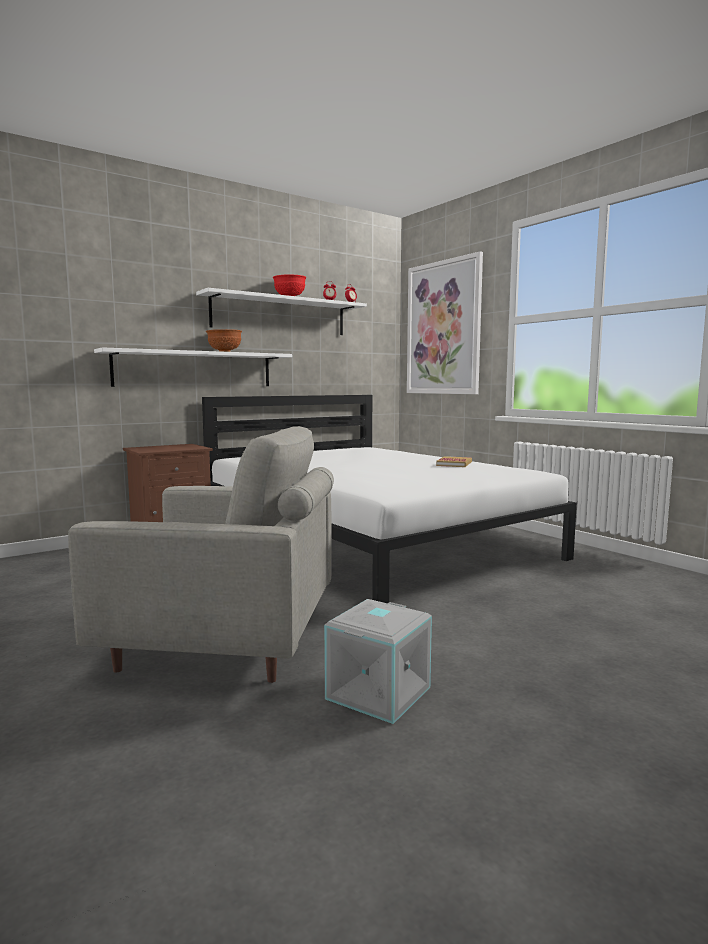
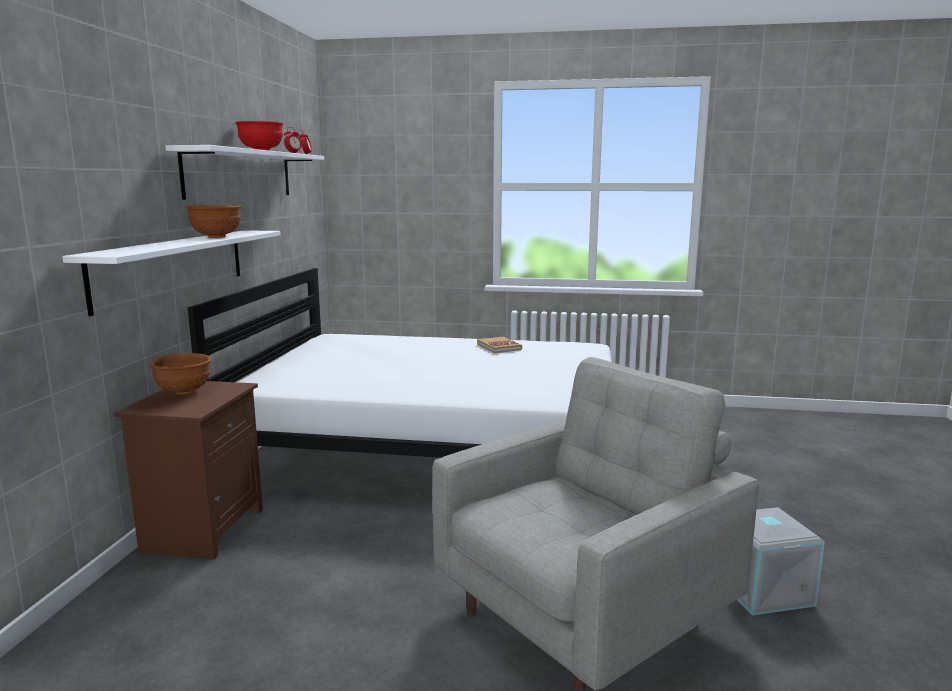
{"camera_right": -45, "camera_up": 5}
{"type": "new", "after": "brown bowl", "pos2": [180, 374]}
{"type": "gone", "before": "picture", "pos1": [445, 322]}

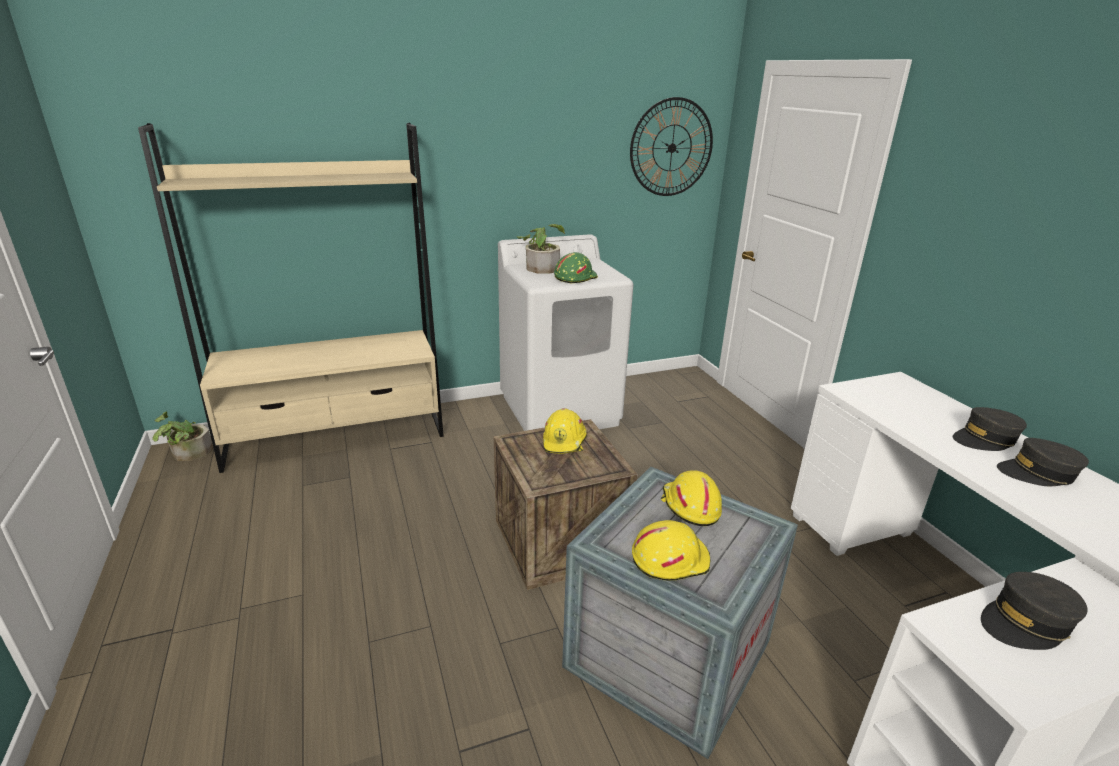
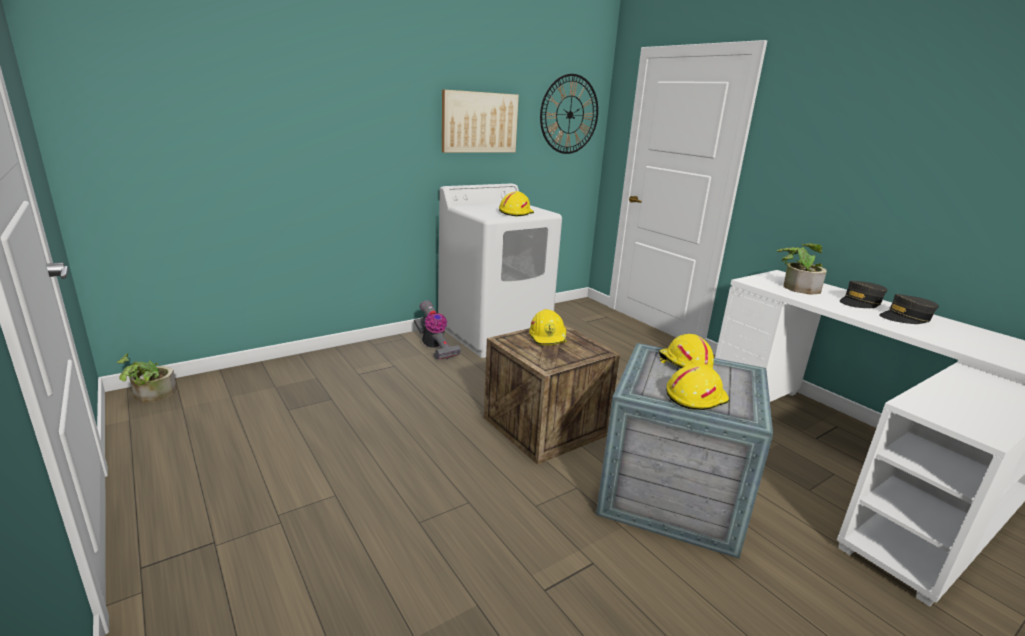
{"camera_right": -15, "camera_up": -5}
{"type": "new", "after": "vacuum cleaner", "pos2": [437, 330]}
{"type": "new", "after": "picture", "pos2": [480, 121]}
{"type": "repainted", "before": "green hard hat", "after": "yellow hard hat", "pos1": [576, 268], "pos2": [516, 204]}
{"type": "shifted", "before": "potted plant", "pos1": [541, 248], "pos2": [802, 269]}
{"type": "gone", "before": "beige bookcase", "pos1": [291, 298]}
{"type": "gone", "before": "grey cap", "pos1": [1034, 611]}

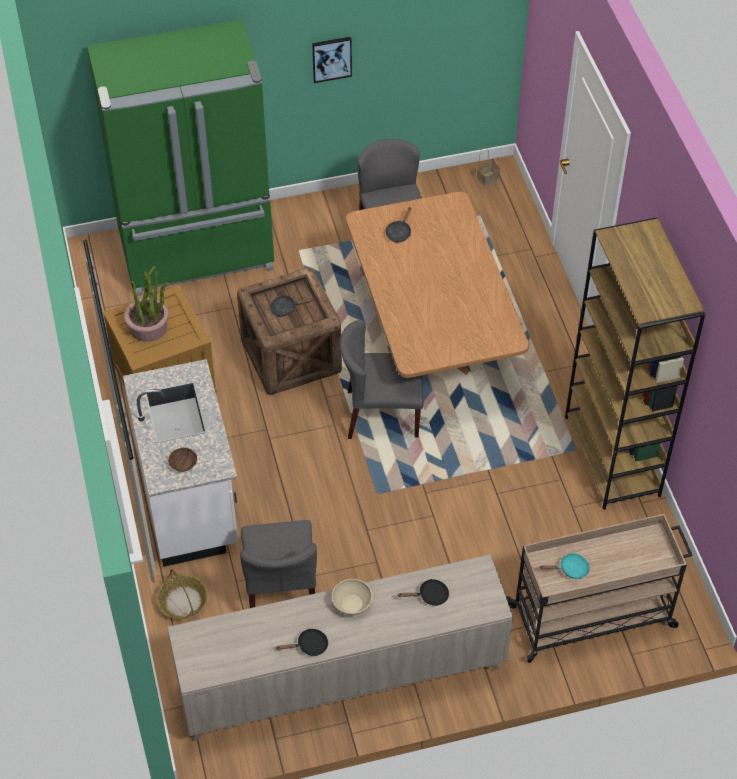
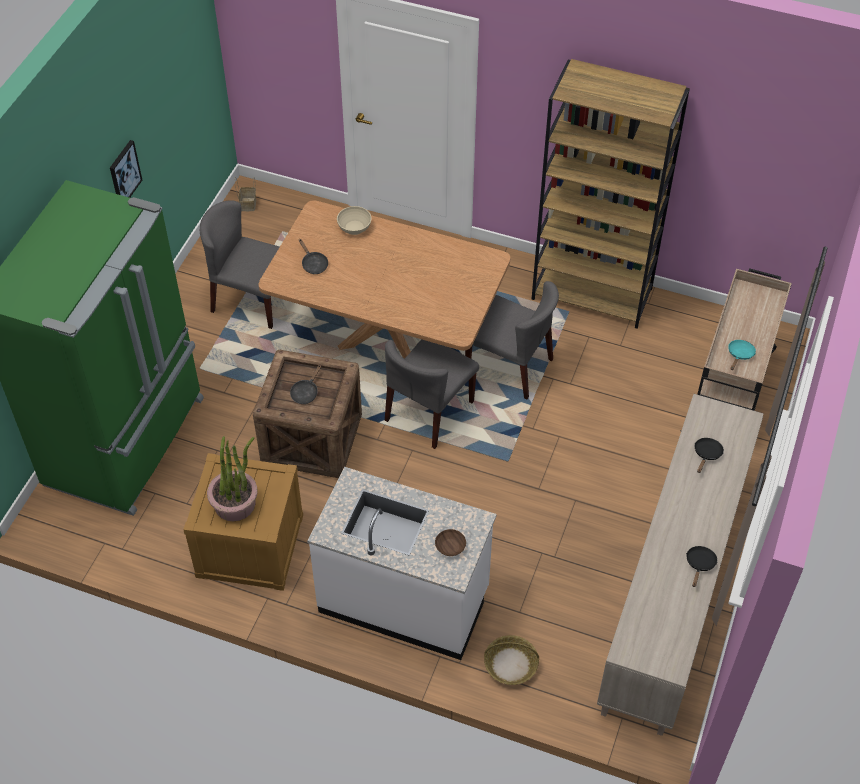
{"camera_right": -55, "camera_up": 0}
{"type": "shifted", "before": "beige bowl", "pos1": [352, 597], "pos2": [354, 220]}
{"type": "shifted", "before": "grey chair", "pos1": [278, 564], "pos2": [512, 340]}

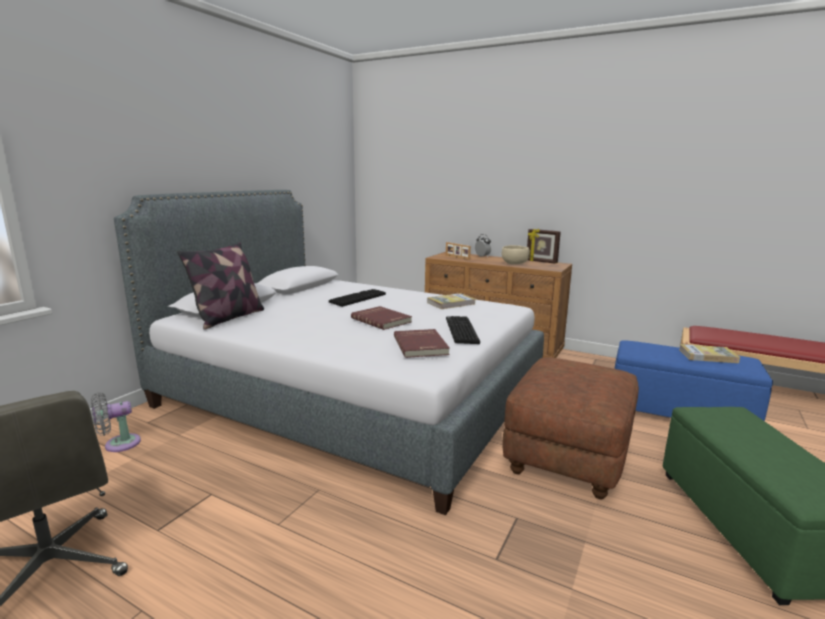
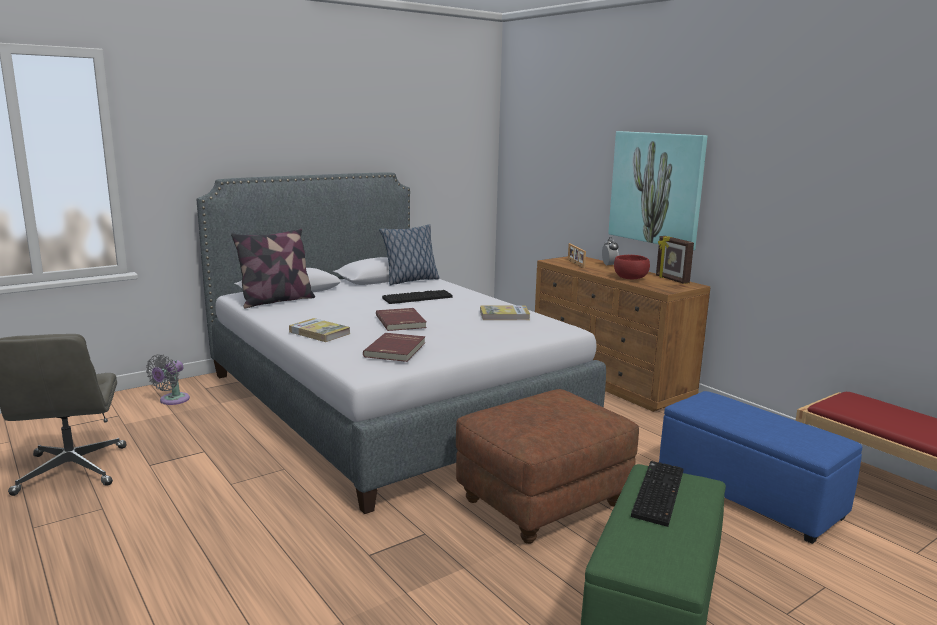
{"camera_right": 25, "camera_up": 0}
{"type": "rotated", "before": "grey fan", "pos1": [116, 422], "pos2": [168, 379], "turn": -60}
{"type": "shifted", "before": "book", "pos1": [710, 353], "pos2": [319, 330]}
{"type": "new", "after": "pillow", "pos2": [409, 255]}
{"type": "new", "after": "picture", "pos2": [657, 190]}
{"type": "repainted", "before": "beige bowl", "after": "red bowl", "pos1": [516, 254], "pos2": [632, 267]}
{"type": "shifted", "before": "keyboard", "pos1": [463, 330], "pos2": [657, 494]}

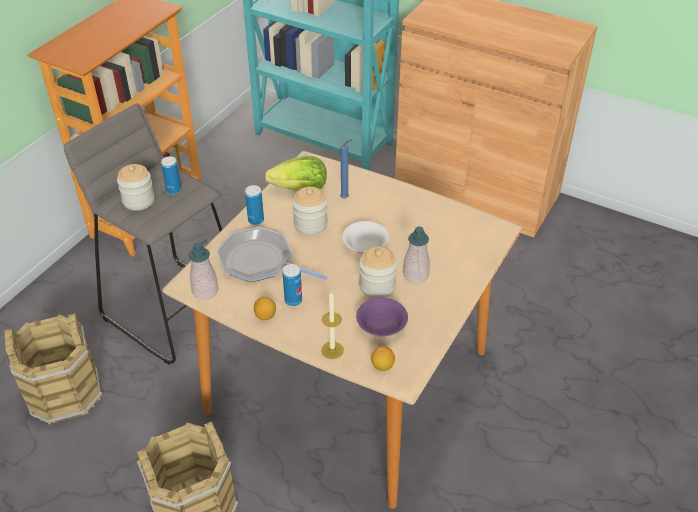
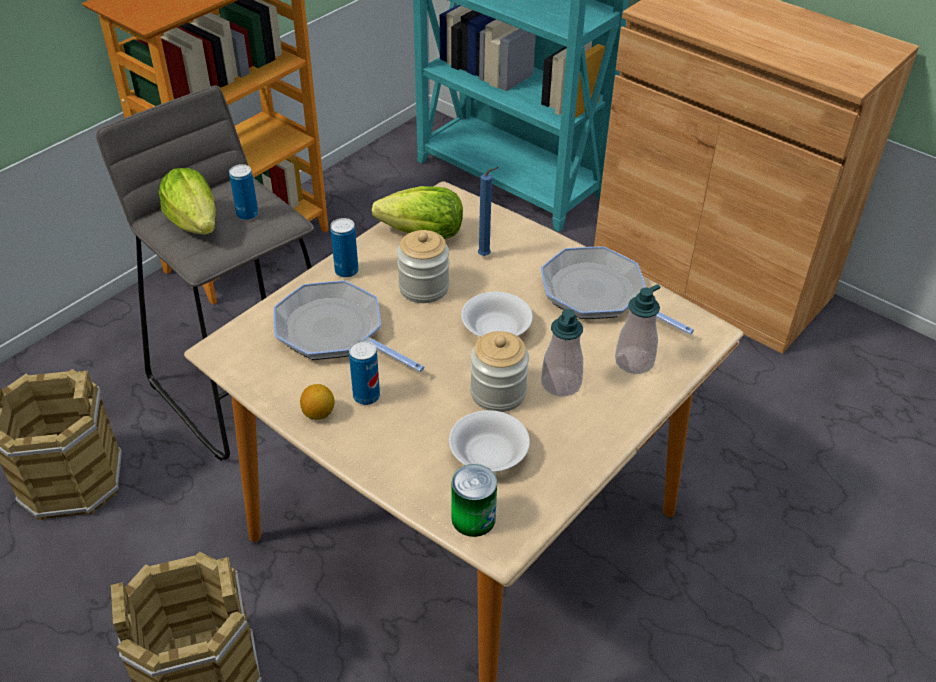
{"camera_right": 10, "camera_up": 0}
{"type": "swapped", "before": "jar", "after": "lettuce", "pos1": [136, 187], "pos2": [187, 201]}
{"type": "repainted", "before": "purple bowl", "after": "white bowl", "pos1": [382, 317], "pos2": [489, 441]}
{"type": "swapped", "before": "lemon", "after": "can", "pos1": [383, 358], "pos2": [474, 500]}
{"type": "new", "after": "frying pan", "pos2": [617, 290]}
{"type": "shifted", "before": "soap dispenser", "pos1": [204, 269], "pos2": [637, 329]}
{"type": "gone", "before": "candle", "pos1": [332, 325]}

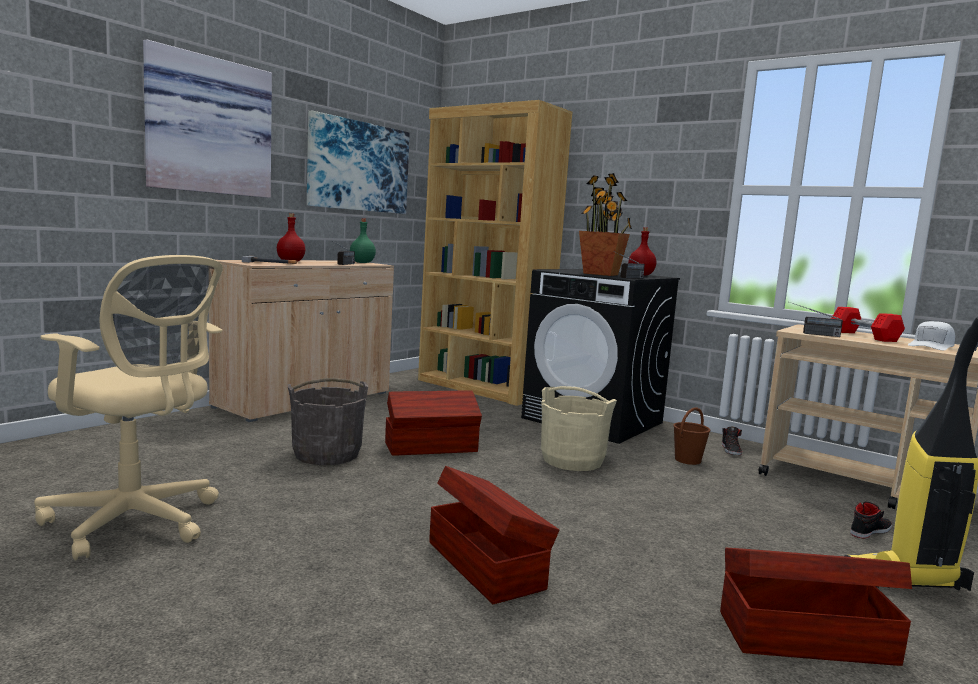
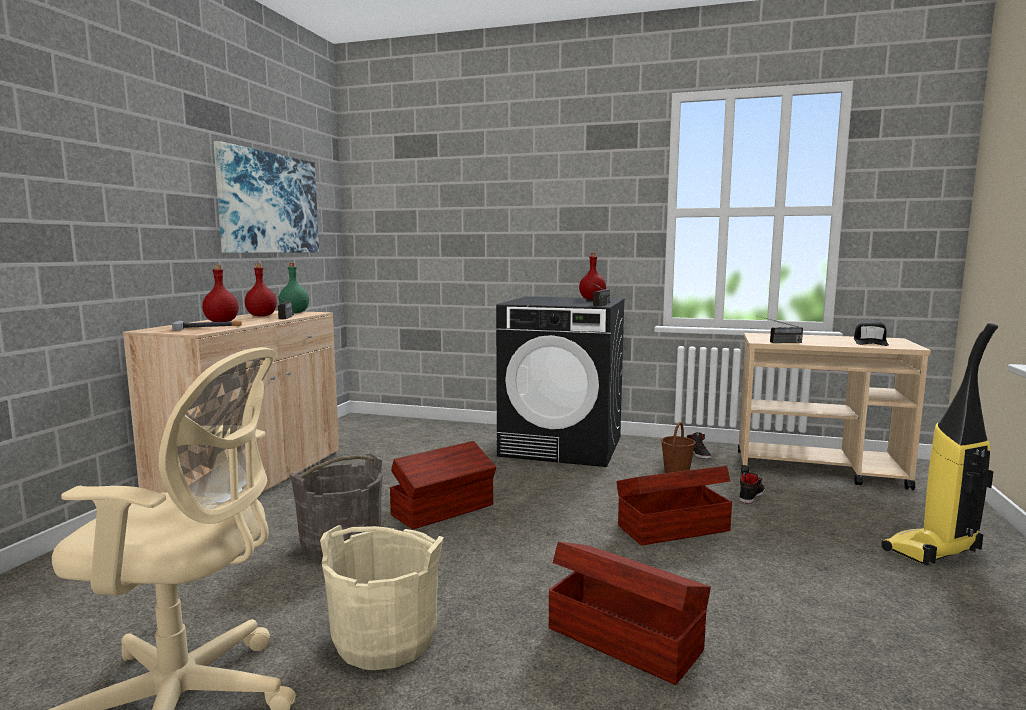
{"camera_right": -20, "camera_up": 0}
{"type": "new", "after": "red bottle", "pos2": [261, 290]}
{"type": "shifted", "before": "beige bucket", "pos1": [579, 428], "pos2": [382, 597]}
{"type": "shifted", "before": "brown storage box", "pos1": [816, 607], "pos2": [674, 505]}
{"type": "shifted", "before": "black shoe", "pos1": [871, 520], "pos2": [752, 488]}
{"type": "repainted", "before": "white cap", "after": "black cap", "pos1": [931, 335], "pos2": [871, 333]}
{"type": "gone", "before": "picture", "pos1": [207, 118]}
{"type": "gone", "before": "brown bookcase", "pos1": [495, 253]}
{"type": "gone", "before": "potted plant", "pos1": [605, 224]}
{"type": "gone", "before": "red dumbbell", "pos1": [868, 324]}

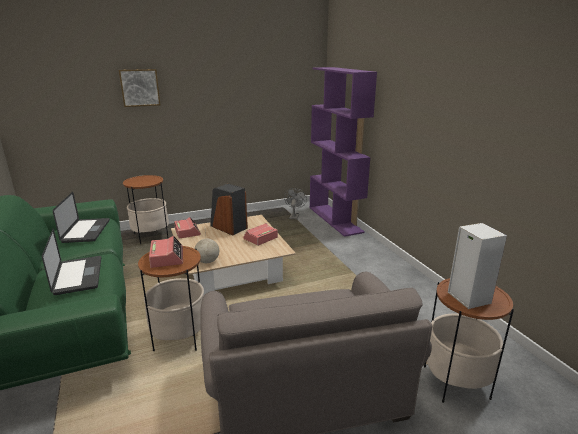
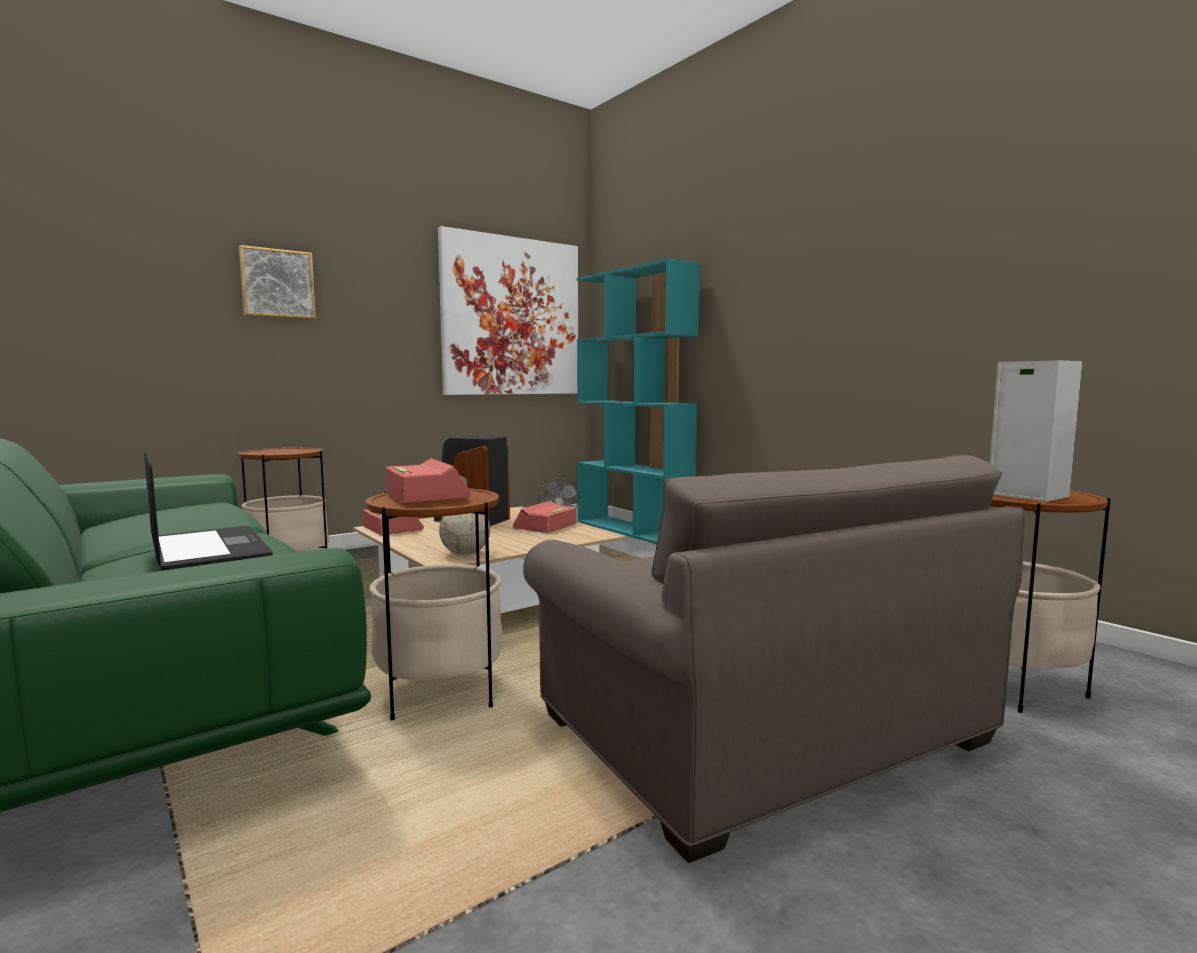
{"camera_right": -15, "camera_up": -15}
{"type": "new", "after": "picture", "pos2": [508, 310]}
{"type": "repainted", "before": "purple bookcase", "after": "turquoise bookcase", "pos1": [343, 152], "pos2": [638, 401]}
{"type": "gone", "before": "laptop", "pos1": [81, 217]}

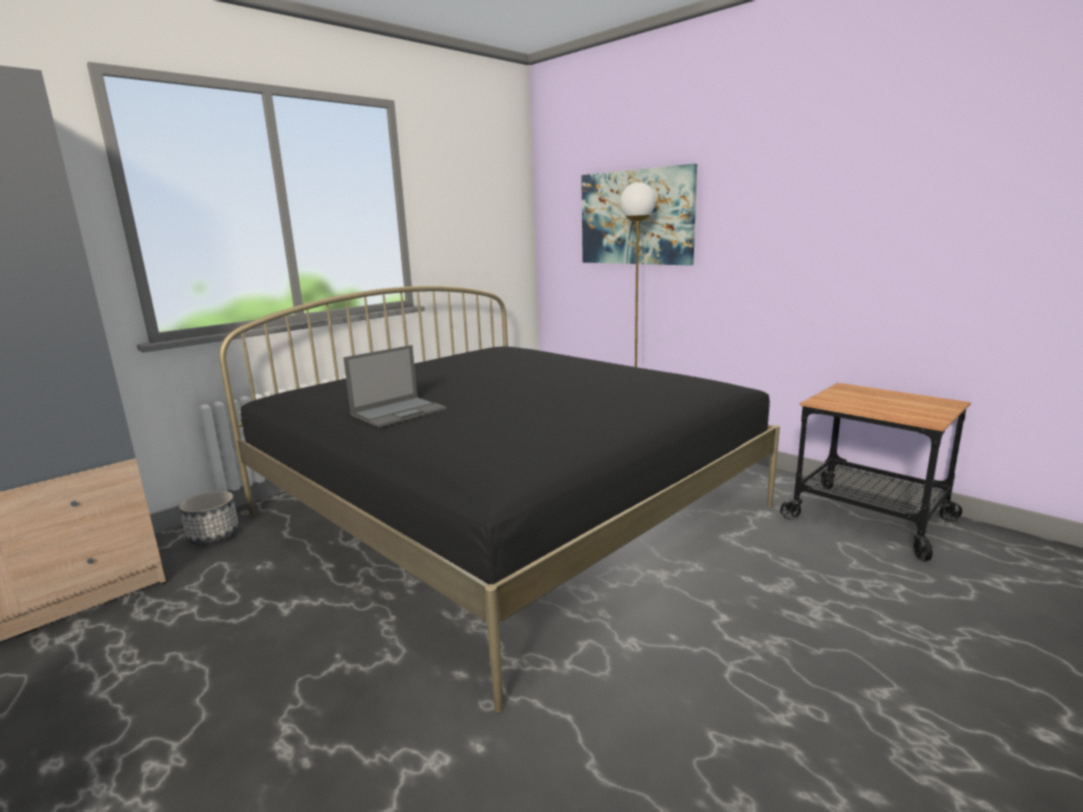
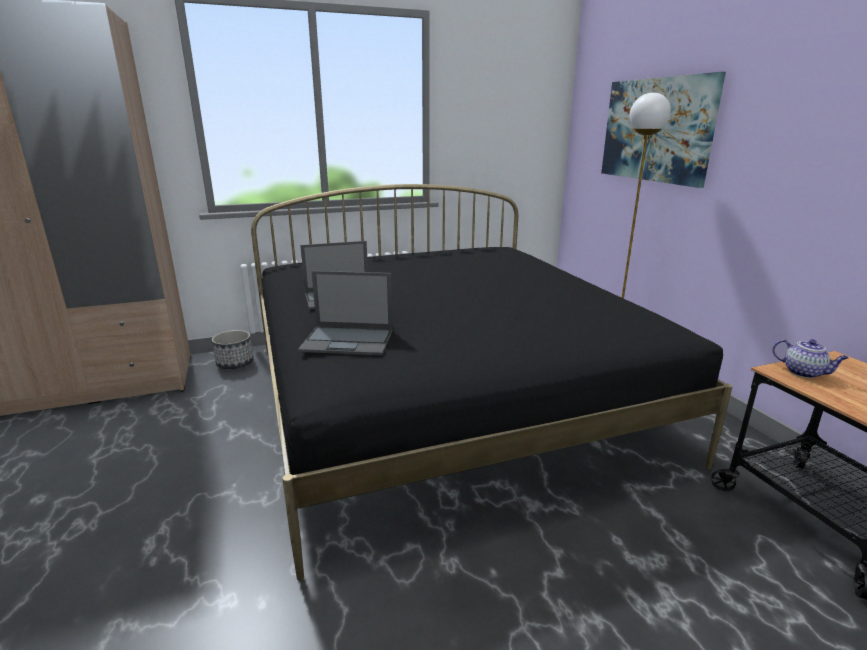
{"camera_right": 25, "camera_up": 5}
{"type": "new", "after": "laptop", "pos2": [345, 313]}
{"type": "new", "after": "teapot", "pos2": [810, 358]}

